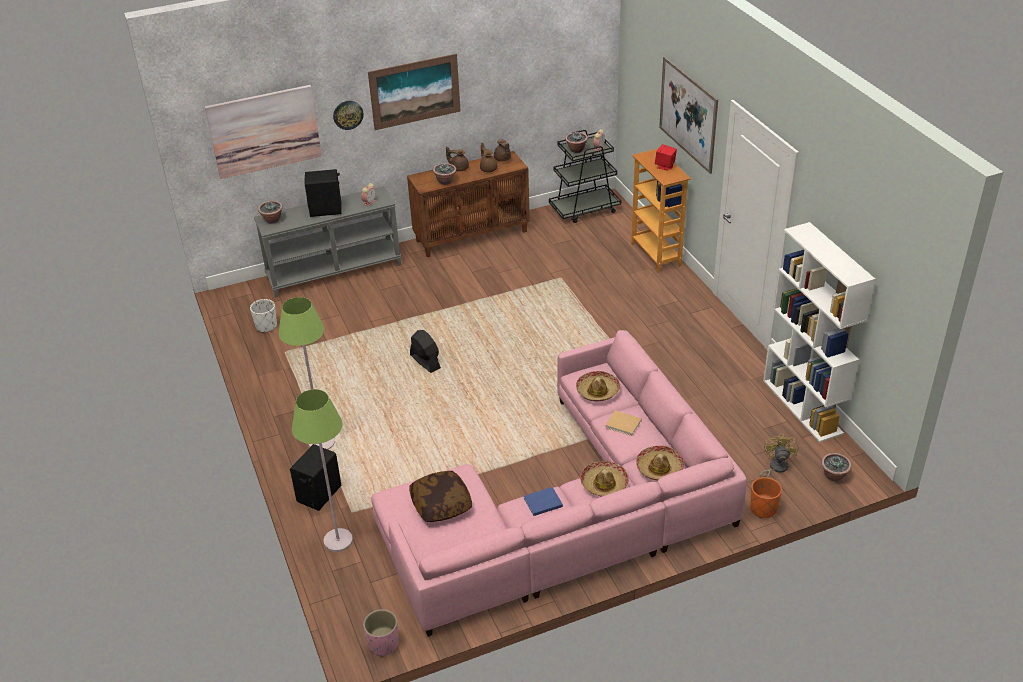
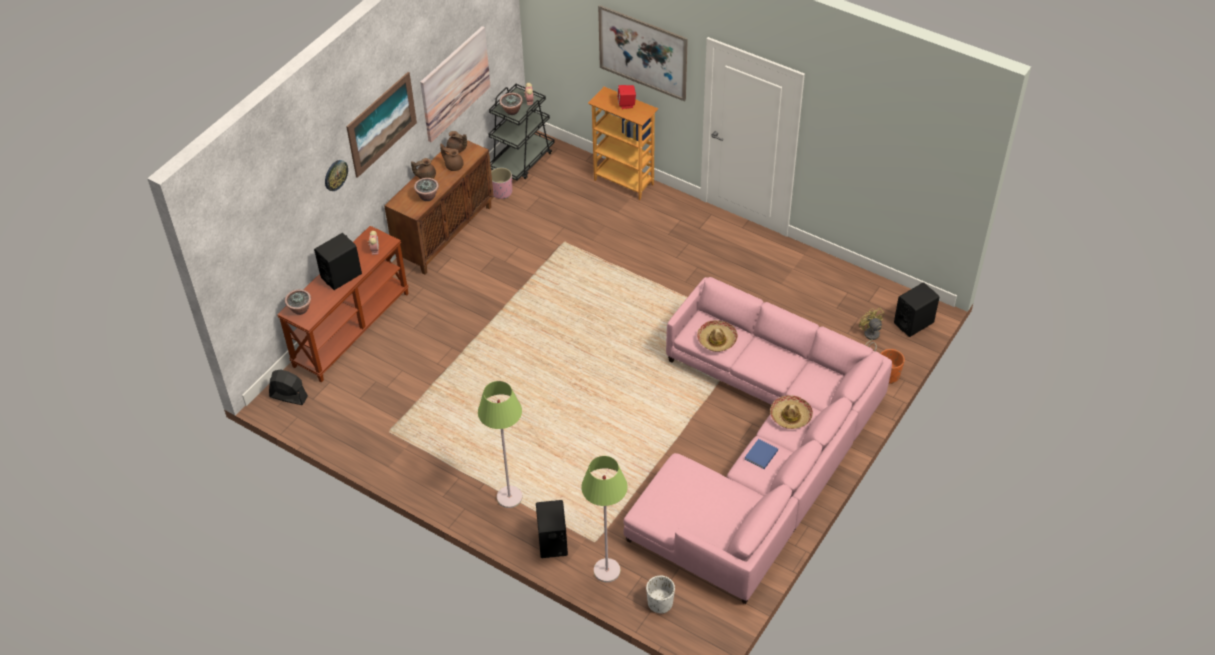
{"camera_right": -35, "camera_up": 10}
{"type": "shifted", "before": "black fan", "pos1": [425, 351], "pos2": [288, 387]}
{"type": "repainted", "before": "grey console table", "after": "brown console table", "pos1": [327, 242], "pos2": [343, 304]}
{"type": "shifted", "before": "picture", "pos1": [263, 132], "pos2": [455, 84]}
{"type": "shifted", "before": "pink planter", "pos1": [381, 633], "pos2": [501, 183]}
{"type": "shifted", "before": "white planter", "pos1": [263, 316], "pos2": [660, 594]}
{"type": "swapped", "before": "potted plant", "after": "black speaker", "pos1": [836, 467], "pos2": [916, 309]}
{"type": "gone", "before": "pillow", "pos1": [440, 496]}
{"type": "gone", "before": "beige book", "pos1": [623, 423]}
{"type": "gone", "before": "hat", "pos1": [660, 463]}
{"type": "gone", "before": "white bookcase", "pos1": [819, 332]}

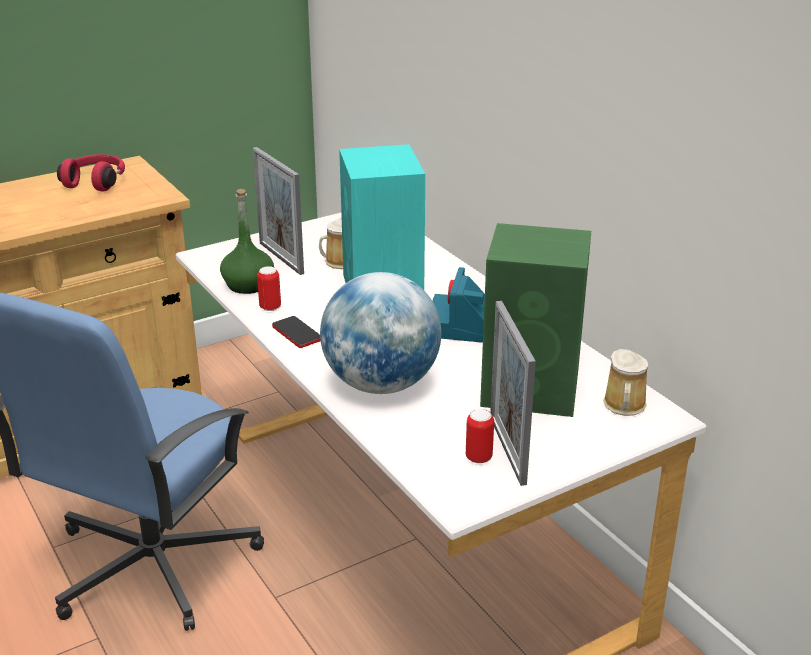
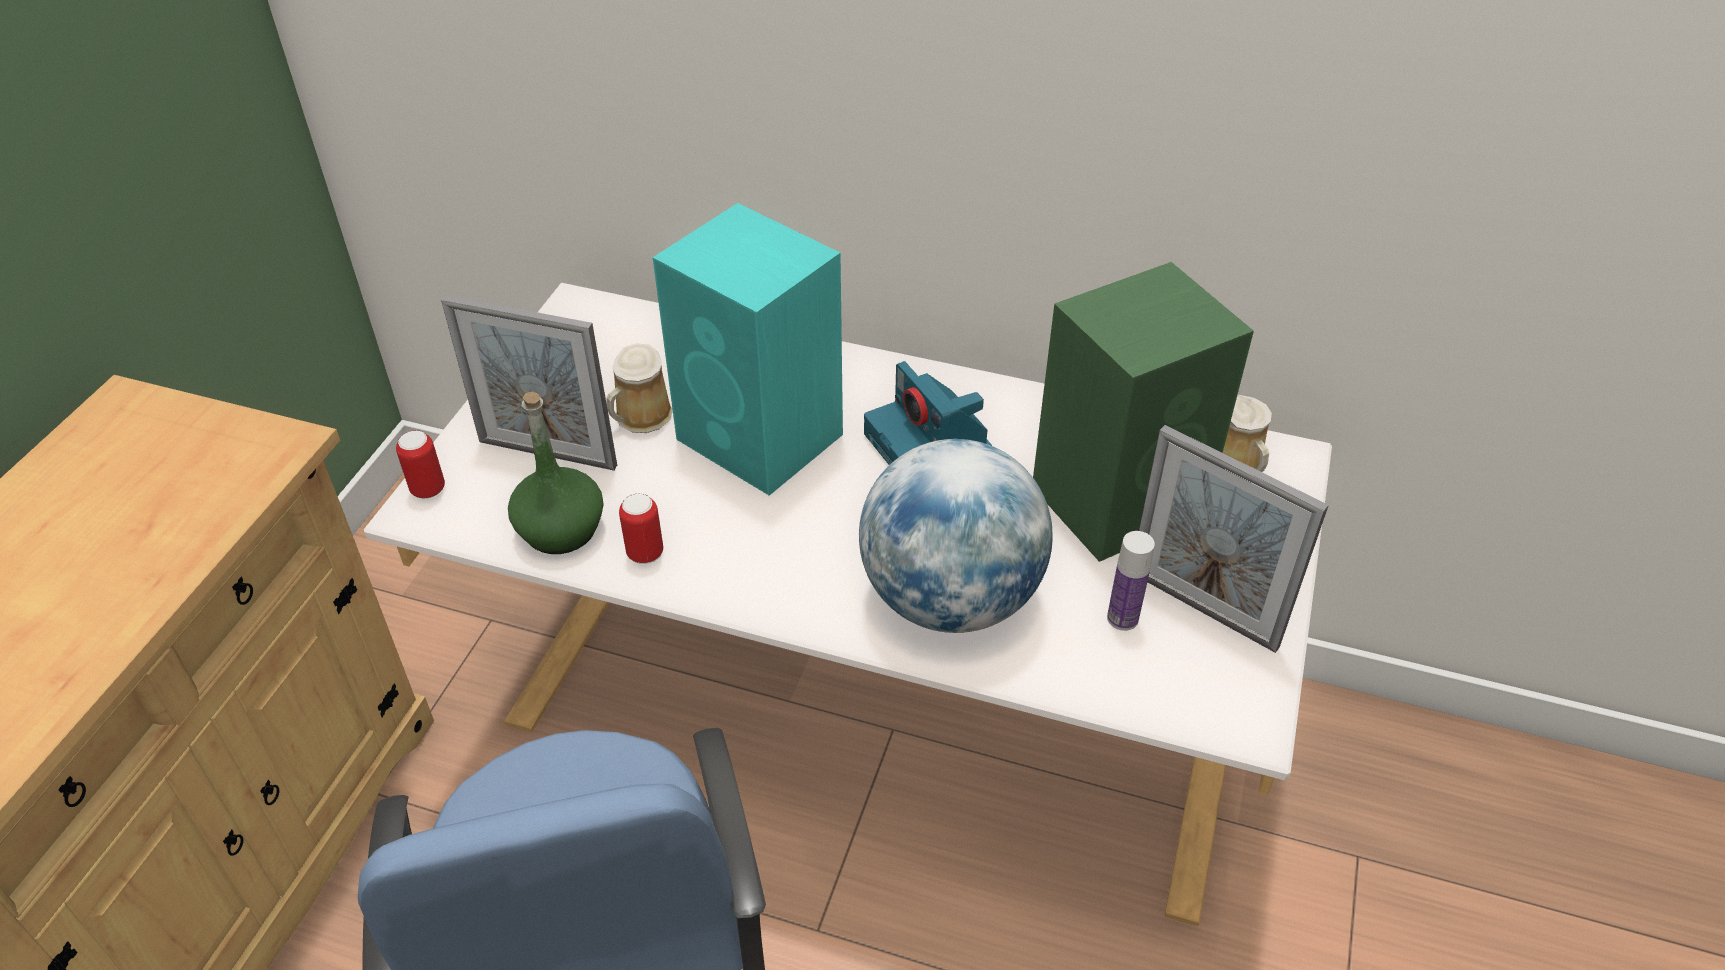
{"camera_right": -40, "camera_up": 15}
{"type": "shifted", "before": "can", "pos1": [480, 436], "pos2": [420, 464]}
{"type": "new", "after": "bottle", "pos2": [1131, 581]}
{"type": "gone", "before": "red headphones", "pos1": [91, 172]}
{"type": "gone", "before": "phone", "pos1": [296, 332]}

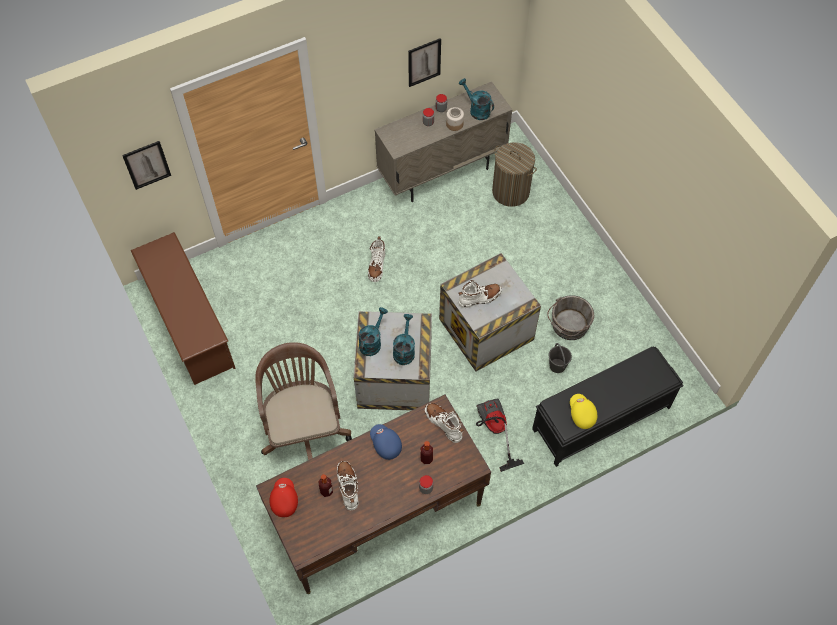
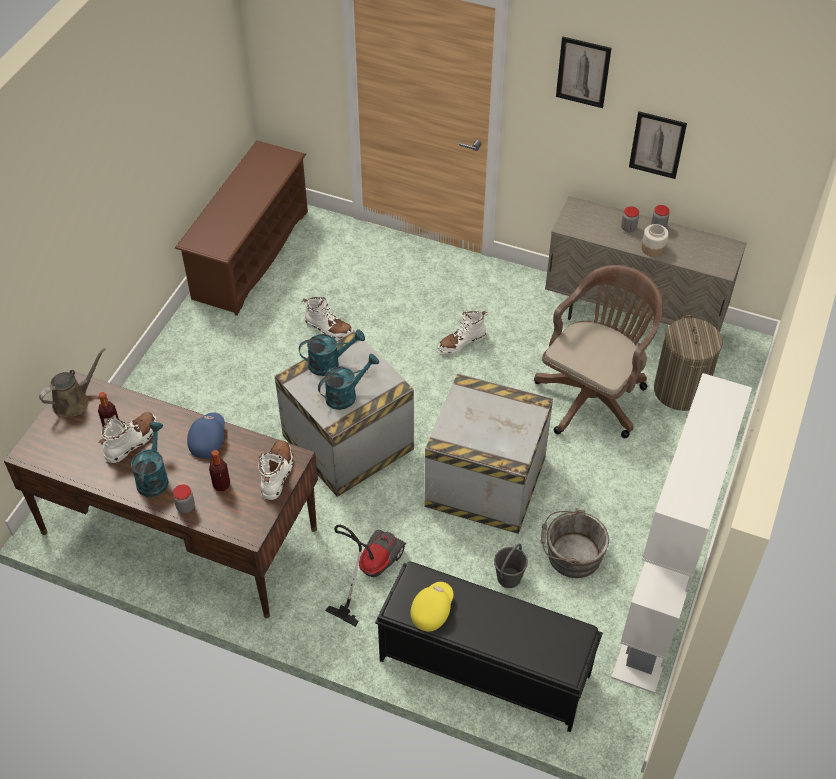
{"camera_right": 50, "camera_up": -10}
{"type": "swapped", "before": "red cap", "after": "brown watering can", "pos1": [283, 497], "pos2": [72, 382]}
{"type": "shifted", "before": "turquoise watering can", "pos1": [476, 99], "pos2": [150, 459]}
{"type": "shifted", "before": "white boot", "pos1": [480, 294], "pos2": [328, 318]}
{"type": "shifted", "before": "brown office chair", "pos1": [303, 401], "pos2": [598, 351]}
{"type": "shifted", "before": "picture", "pos1": [146, 165], "pos2": [584, 72]}
{"type": "new", "after": "white bookcase", "pos2": [681, 533]}

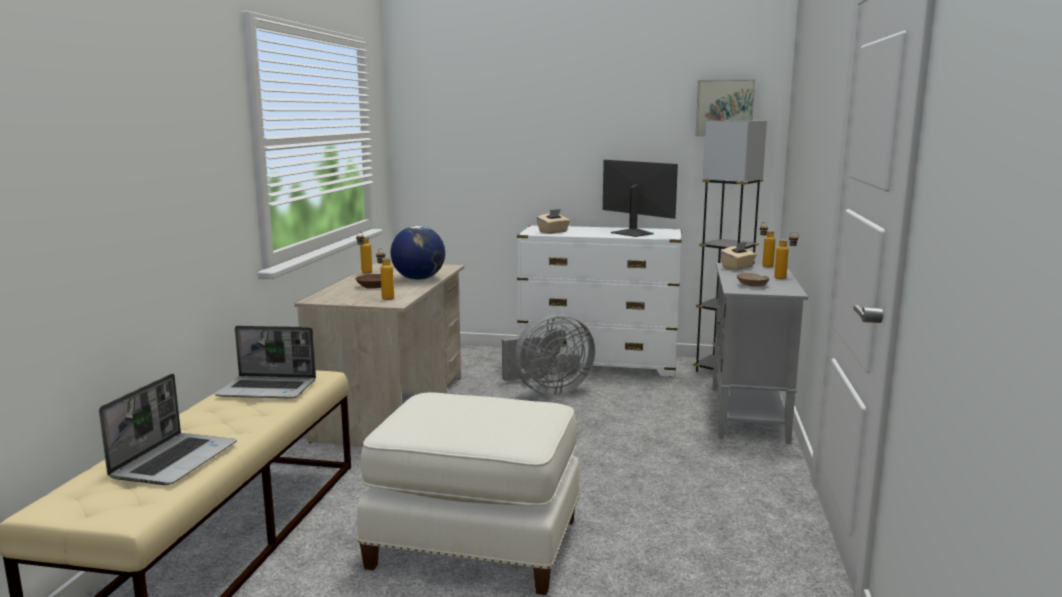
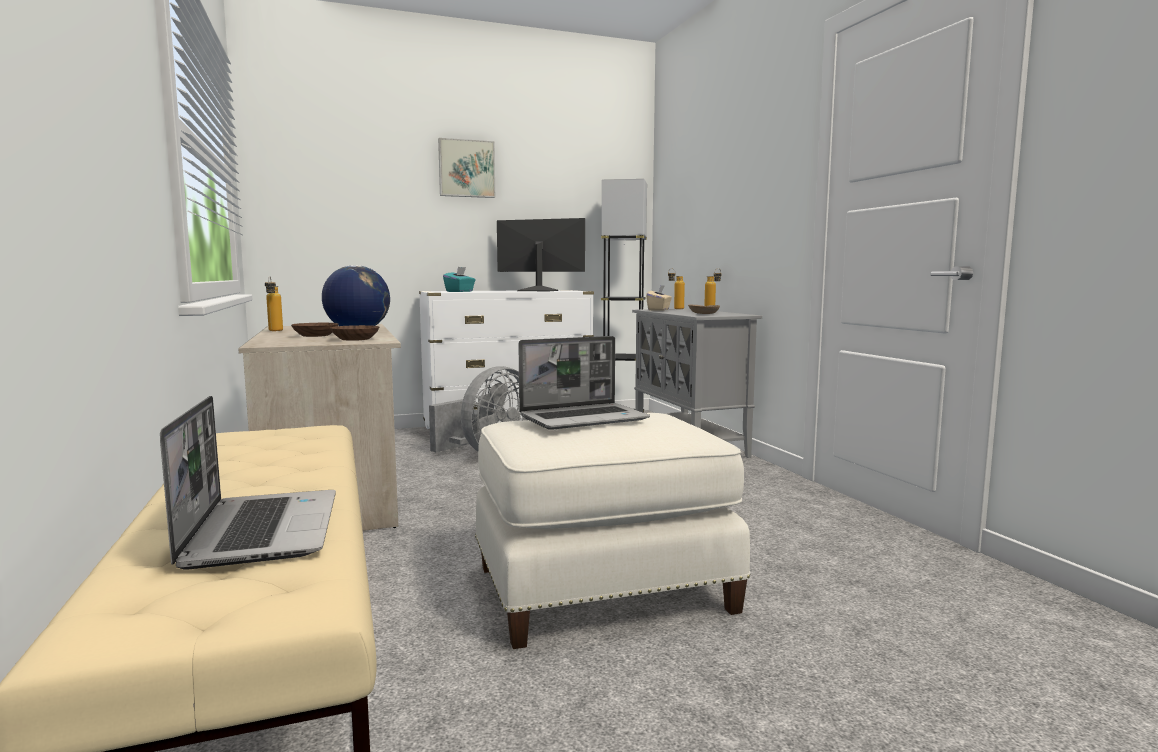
{"camera_right": -30, "camera_up": -5}
{"type": "swapped", "before": "bottle", "after": "brown bowl", "pos1": [385, 274], "pos2": [354, 333]}
{"type": "shifted", "before": "picture", "pos1": [725, 108], "pos2": [466, 168]}
{"type": "repainted", "before": "beige tissue box", "after": "turquoise tissue box", "pos1": [553, 221], "pos2": [459, 279]}
{"type": "shifted", "before": "laptop", "pos1": [265, 362], "pos2": [584, 383]}

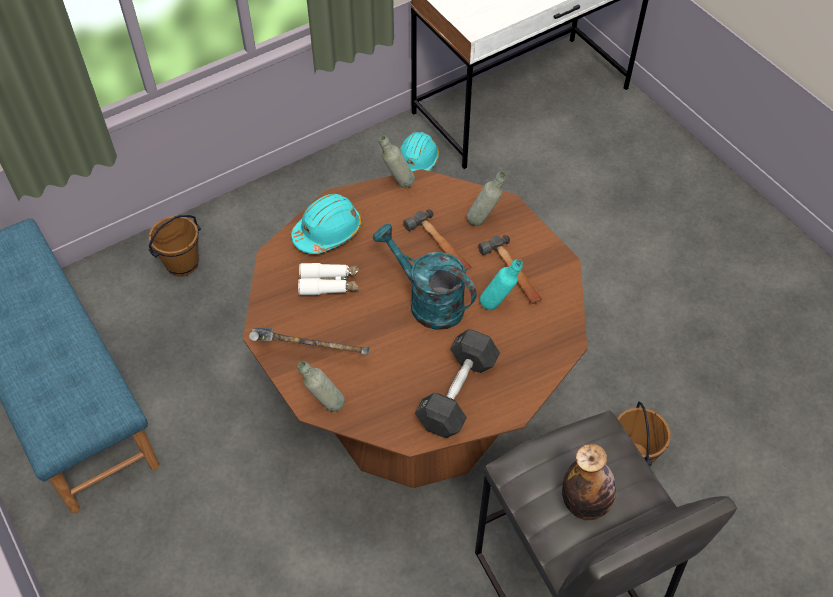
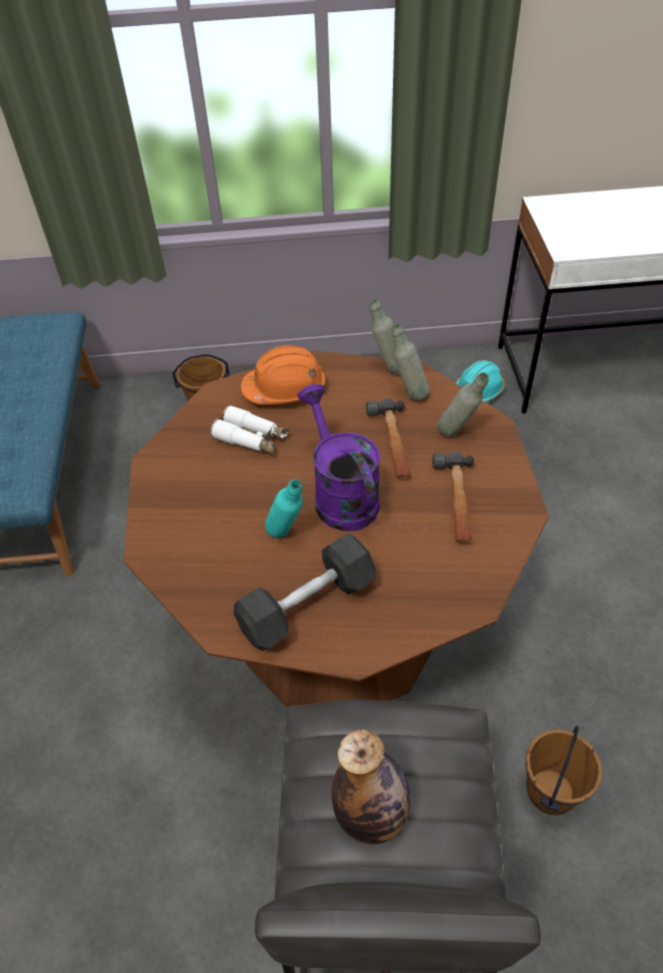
{"camera_right": 30, "camera_up": -5}
{"type": "repainted", "before": "turquoise hard hat", "after": "orange hard hat", "pos1": [326, 224], "pos2": [283, 375]}
{"type": "shifted", "before": "turquoise bottle", "pos1": [501, 284], "pos2": [284, 508]}
{"type": "repainted", "before": "turquoise watering can", "after": "purple watering can", "pos1": [424, 276], "pos2": [339, 457]}
{"type": "shifted", "before": "grey bottle", "pos1": [321, 386], "pos2": [410, 362]}
{"type": "gone", "before": "hammer", "pos1": [309, 341]}

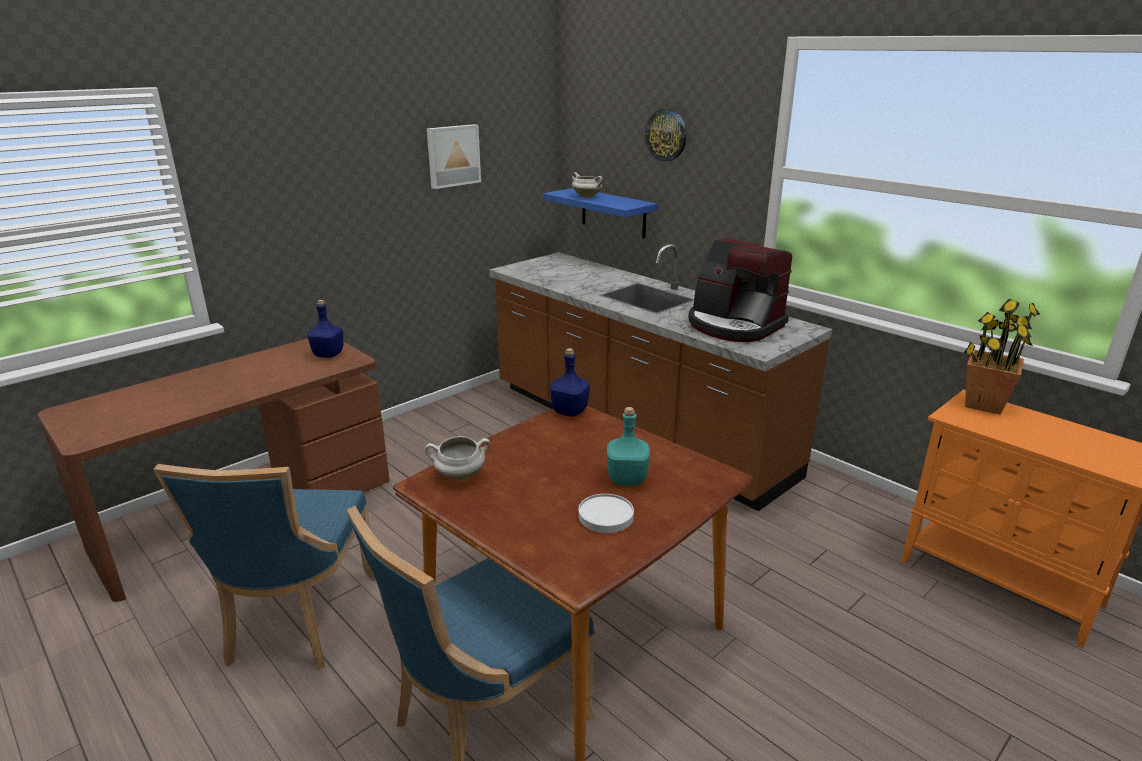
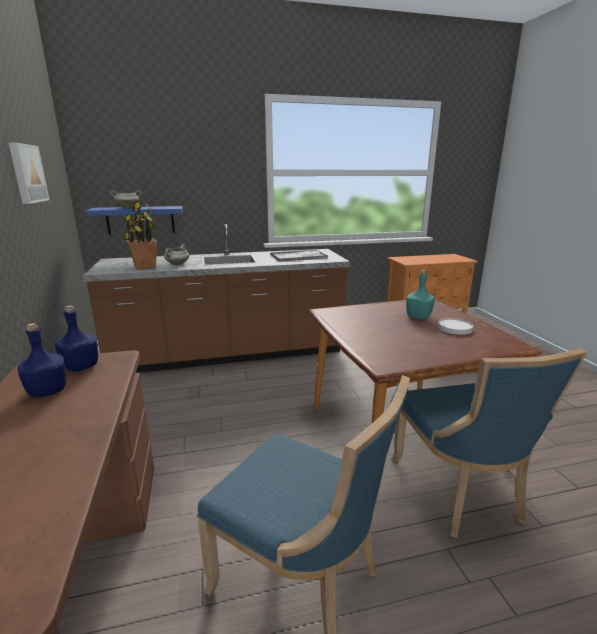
{"camera_right": -60, "camera_up": -5}
{"type": "shifted", "before": "blue bottle", "pos1": [570, 382], "pos2": [42, 360]}
{"type": "shifted", "before": "potted plant", "pos1": [1002, 357], "pos2": [140, 236]}
{"type": "shifted", "before": "white cooking pot", "pos1": [457, 458], "pos2": [176, 254]}
{"type": "swapped", "before": "coffee machine", "after": "tray", "pos1": [740, 290], "pos2": [299, 256]}
{"type": "gone", "before": "wall clock", "pos1": [666, 135]}

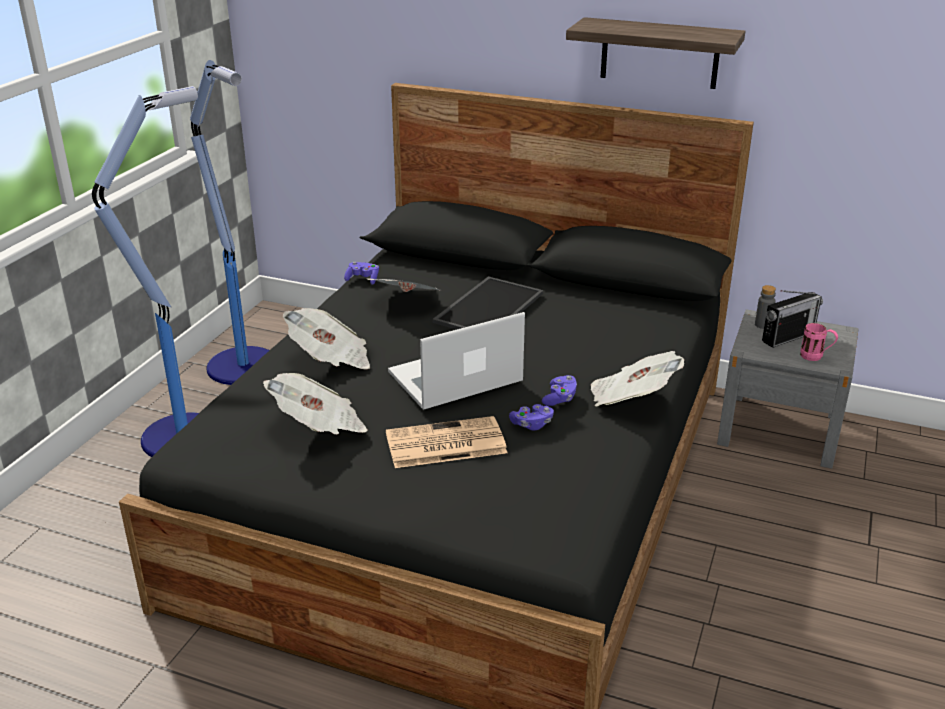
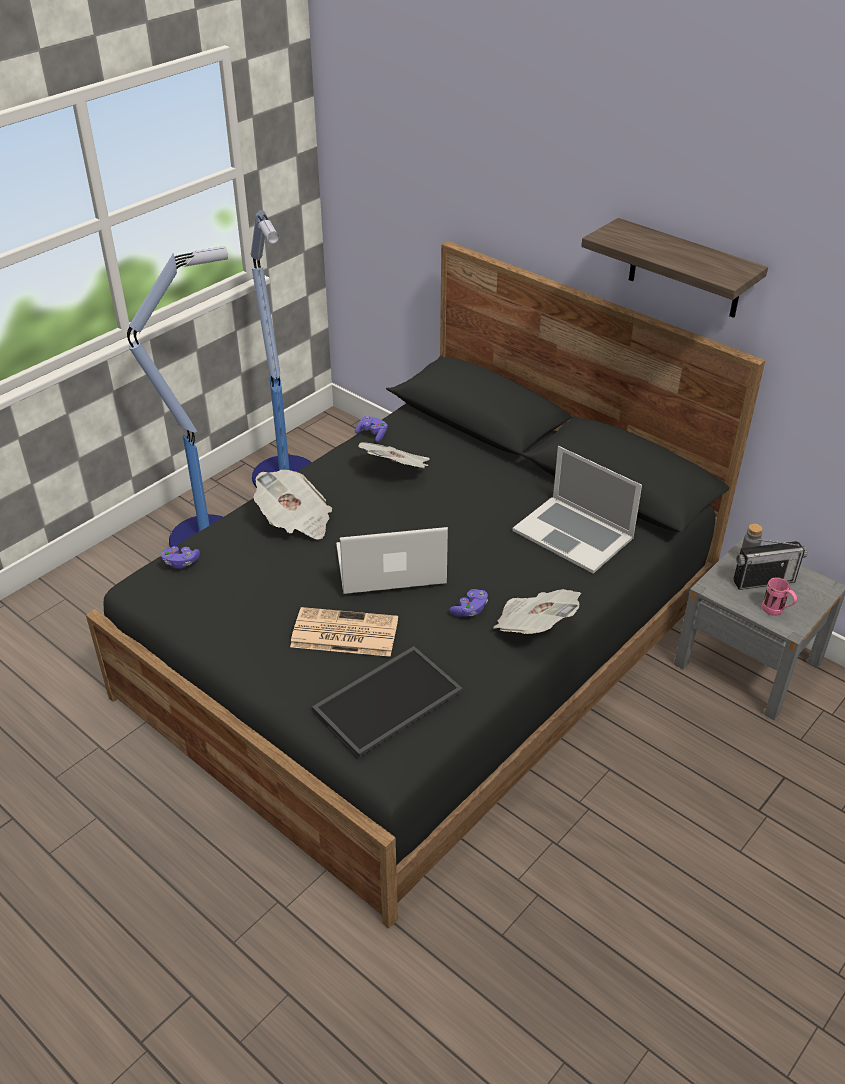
{"camera_right": 20, "camera_up": 10}
{"type": "shifted", "before": "purple game controller", "pos1": [531, 417], "pos2": [180, 557]}
{"type": "shifted", "before": "tray", "pos1": [487, 303], "pos2": [387, 701]}
{"type": "new", "after": "laptop", "pos2": [577, 510]}
{"type": "gone", "before": "newspaper", "pos1": [315, 404]}

